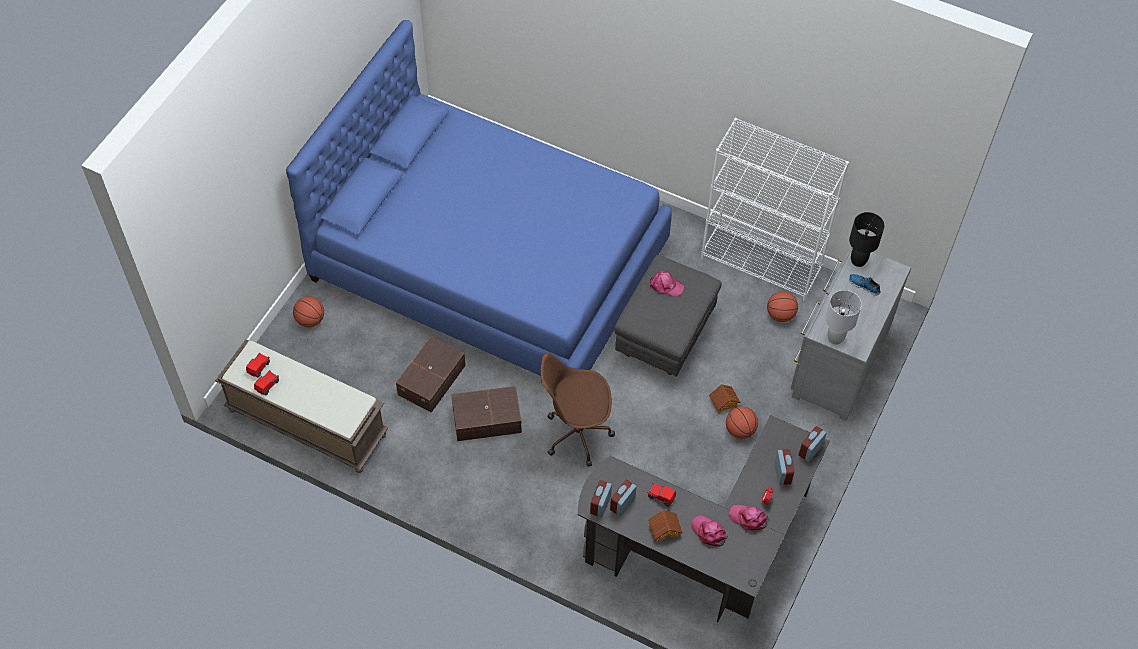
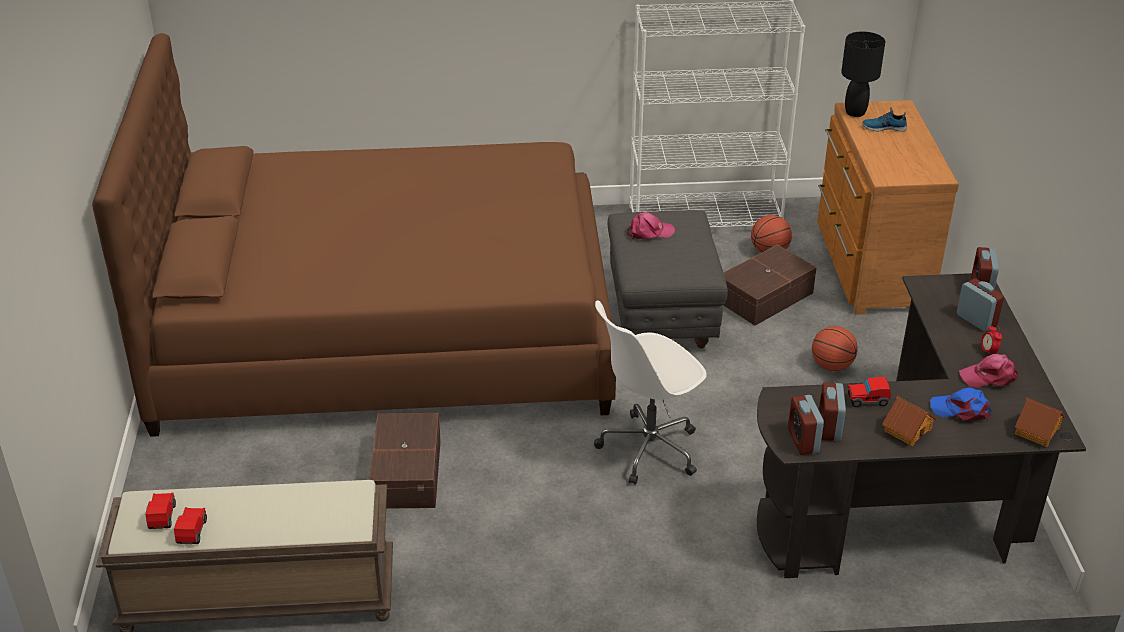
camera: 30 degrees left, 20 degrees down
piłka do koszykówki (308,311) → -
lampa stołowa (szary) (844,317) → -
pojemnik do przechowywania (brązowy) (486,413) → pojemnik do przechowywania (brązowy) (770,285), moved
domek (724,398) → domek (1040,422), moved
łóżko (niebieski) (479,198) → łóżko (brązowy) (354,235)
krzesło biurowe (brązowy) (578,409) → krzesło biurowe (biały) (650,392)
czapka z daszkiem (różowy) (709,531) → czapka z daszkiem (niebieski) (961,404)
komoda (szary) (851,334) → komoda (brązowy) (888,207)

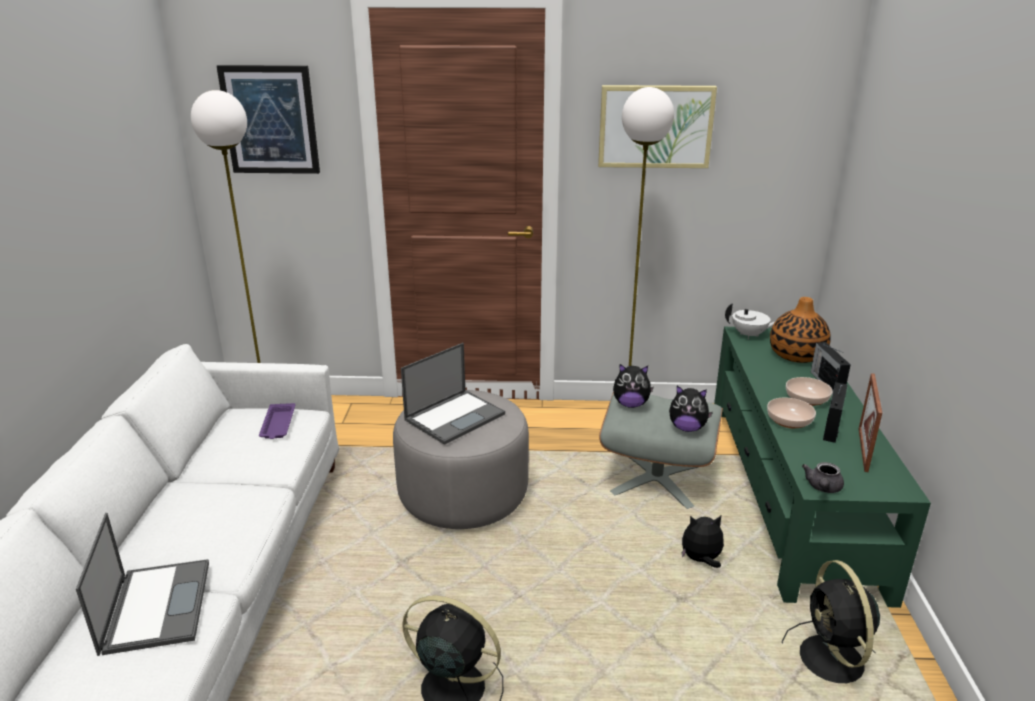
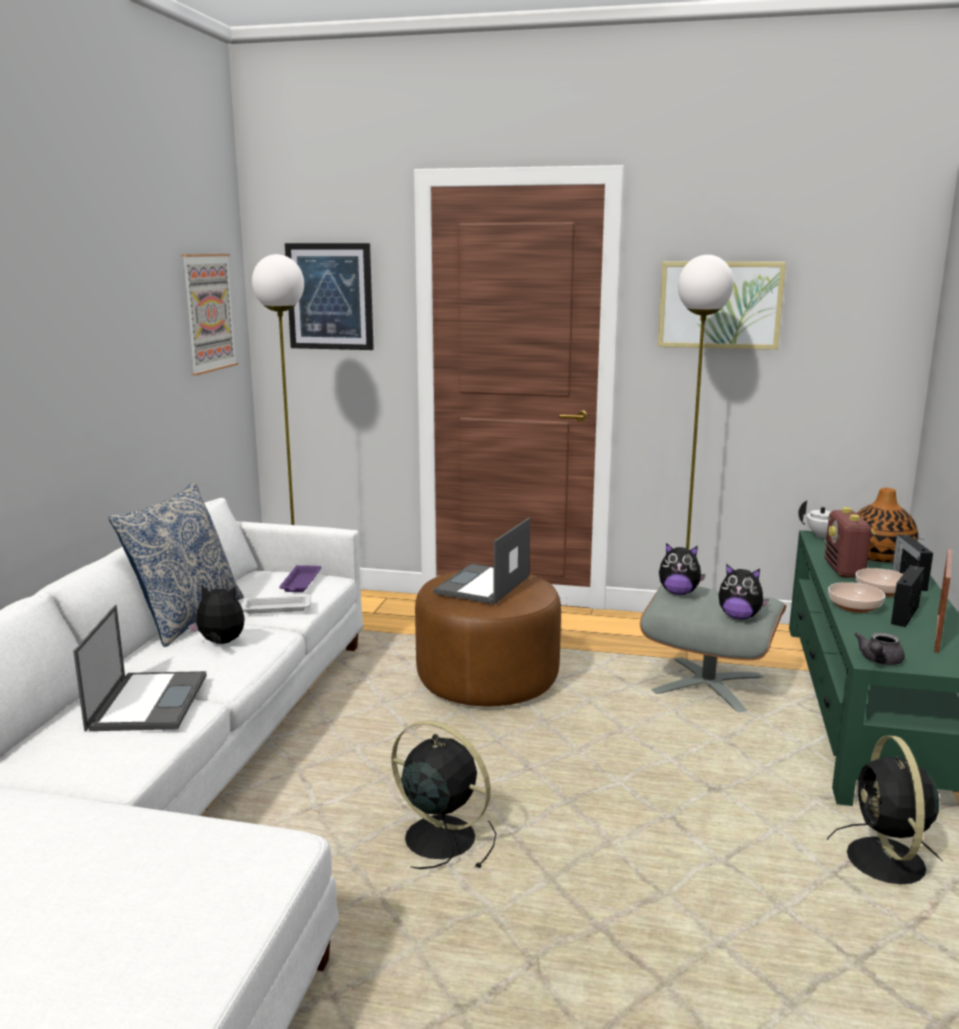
camera: 10 degrees right, 10 degrees down
- → poduszka (176,564)
- → obraz (209,314)
- → taca (biały) (275,604)
- → radio (850,542)
pluszak (703,542) → pluszak (216,614), moved
pufa (szary) (461,459) → pufa (brązowy) (488,638)
laptop (453,394) → laptop (481,561), 150 degrees clockwise

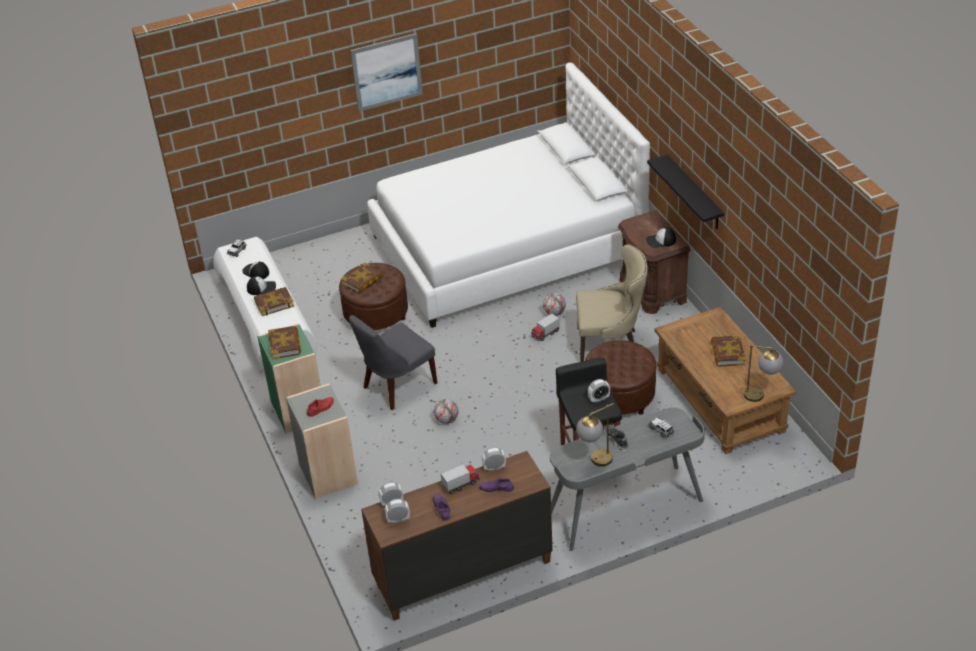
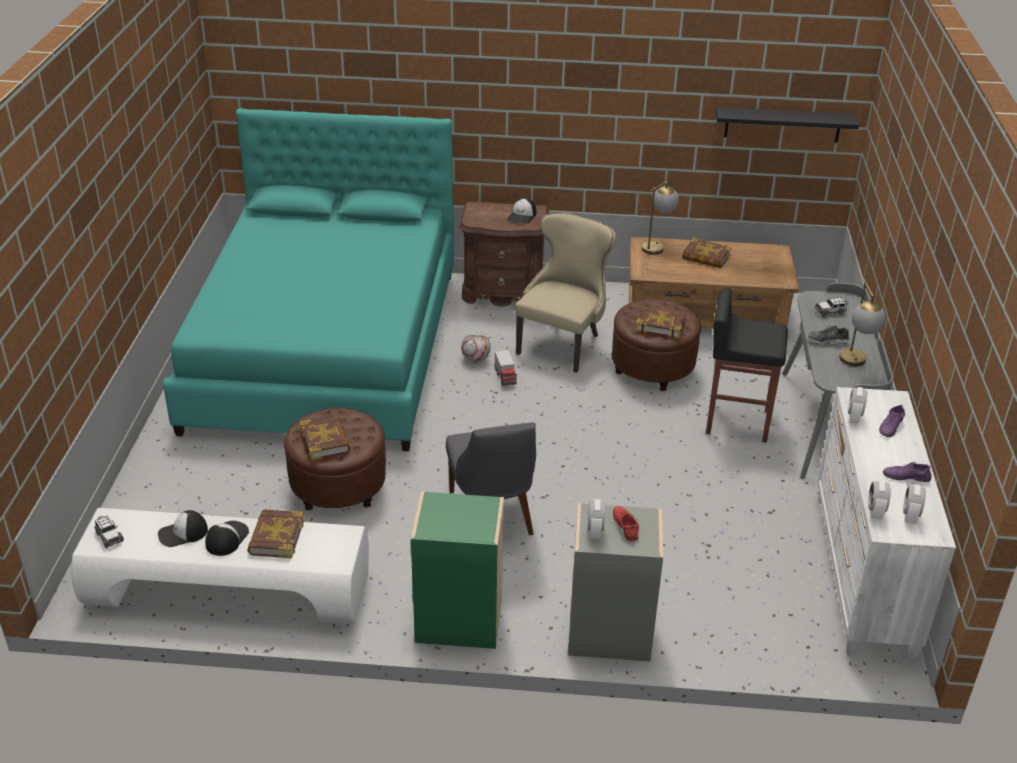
camera: 65 degrees left, 5 degrees down
obraz (386,72) → -
piłka futbolowa (446,411) → -
ciężarówka zabawkowa (460,479) → -
książka (284,343) → książka (661,322), moved
budzik (599,391) → budzik (597,519), moved
półka (czarny) (685,192) → półka (czarny) (787,125), moved
lampa stołowa (763,373) → lampa stołowa (660,218), moved
komoda (brązowy) (457,536) → komoda (biały) (886,524)
łóżko (biały) (508,195) → łóżko (turkusowy) (308,279)

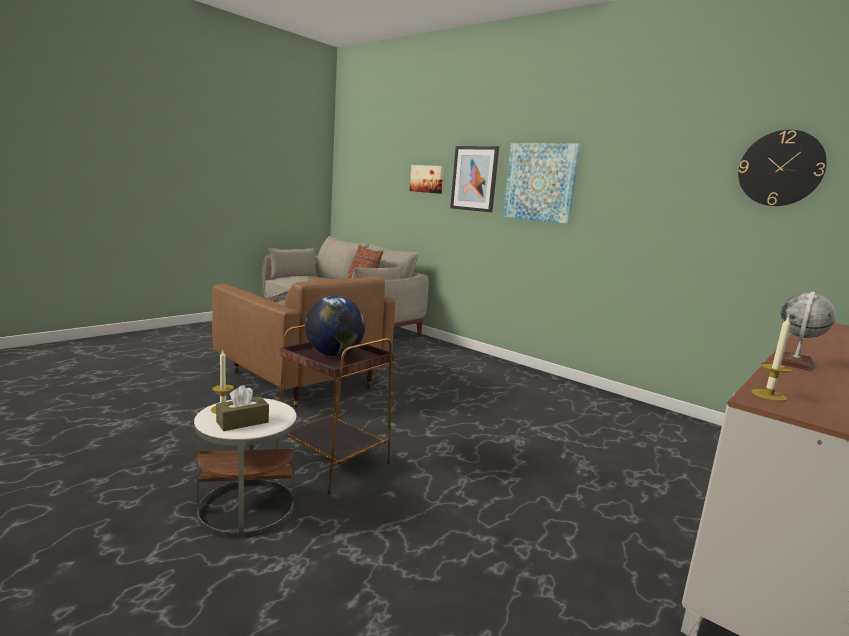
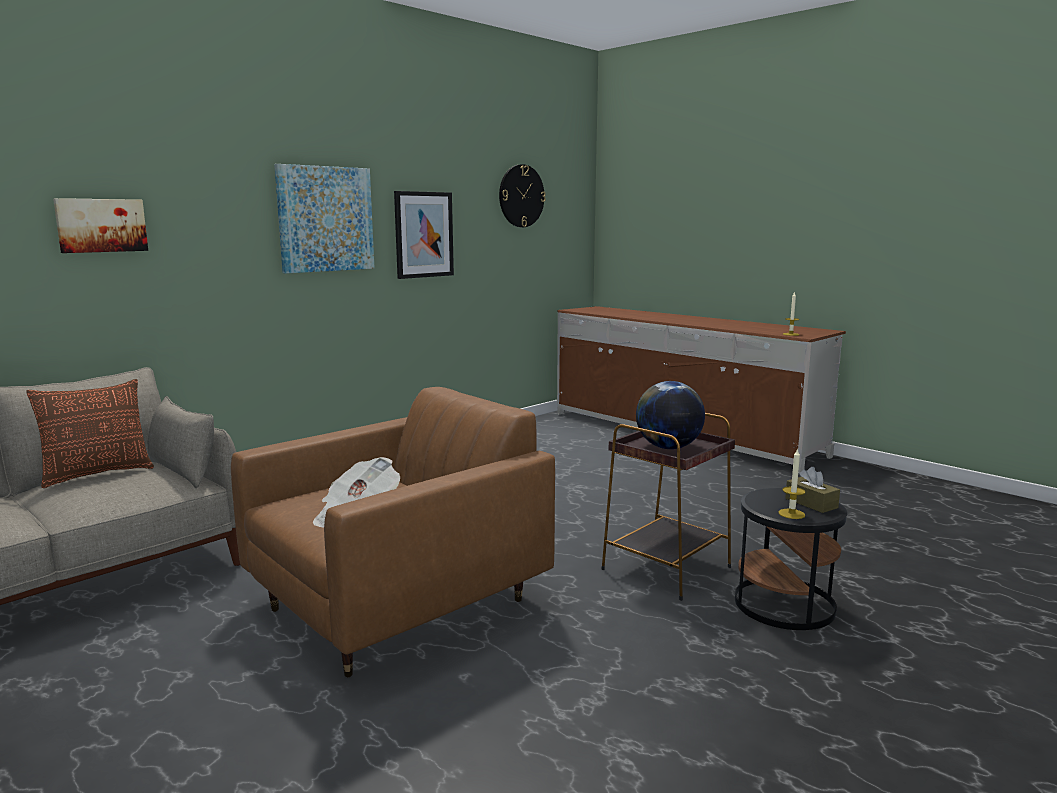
camera: 85 degrees left, 0 degrees up
globus (808,331) → -
obraz (474,179) → obraz (424,235), moved
stolik (biały) (245,468) → stolik (czarny) (791,559)

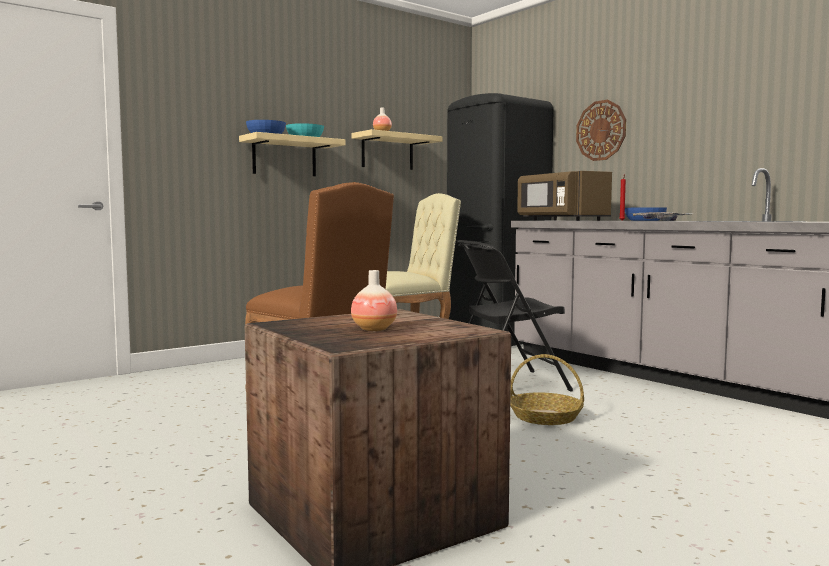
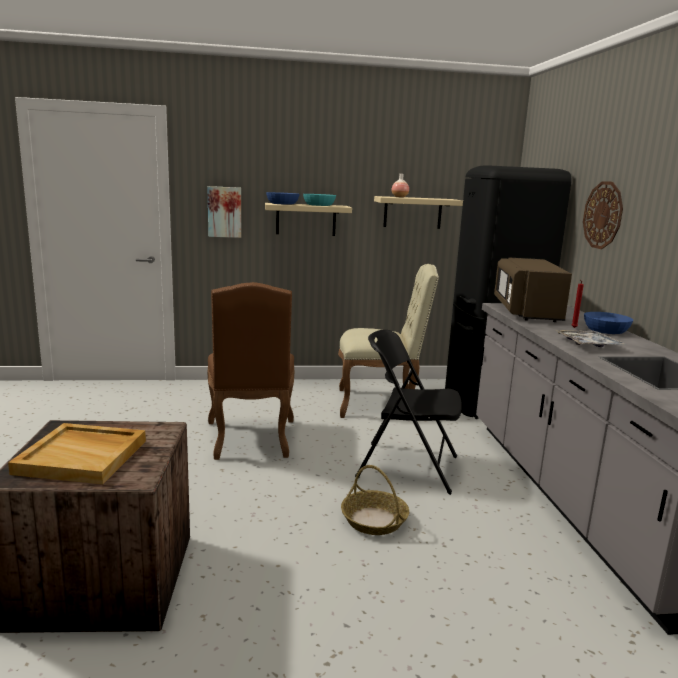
camera: 30 degrees right, 10 degrees up
- → obraz (224,212)
wazon (374,300) → taca (beżowy) (77,453)

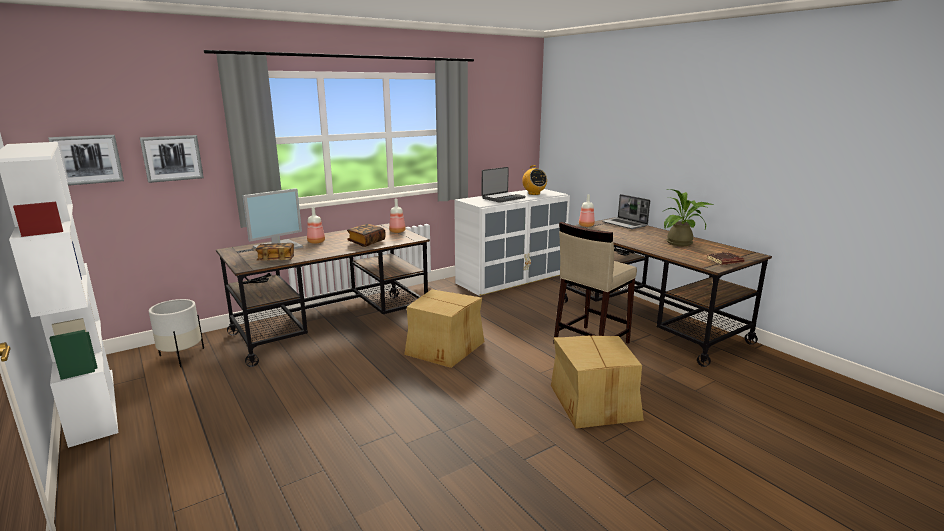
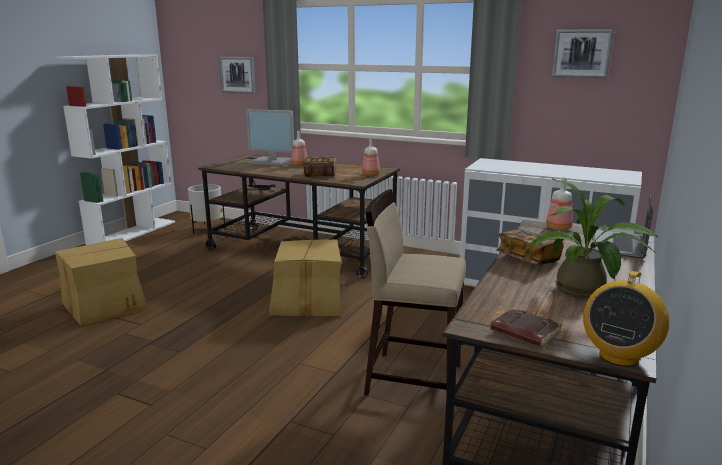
camera: 60 degrees right, 0 degrees up
laptop (503,185) → -
obraz (86,160) → obraz (583,53), moved
książka (275,252) → książka (530,247), moved
radio (534,180) → radio (626,319), moved
karton (597,382) → karton (101,282), moved

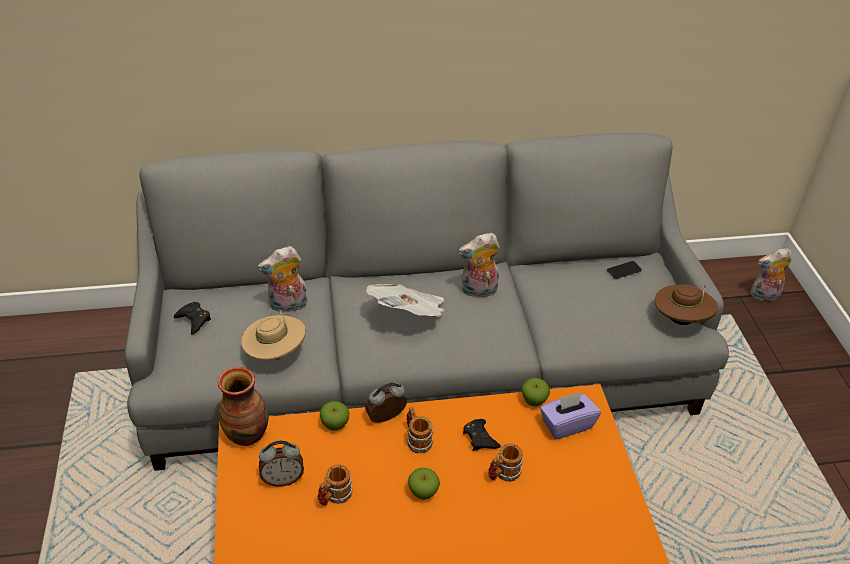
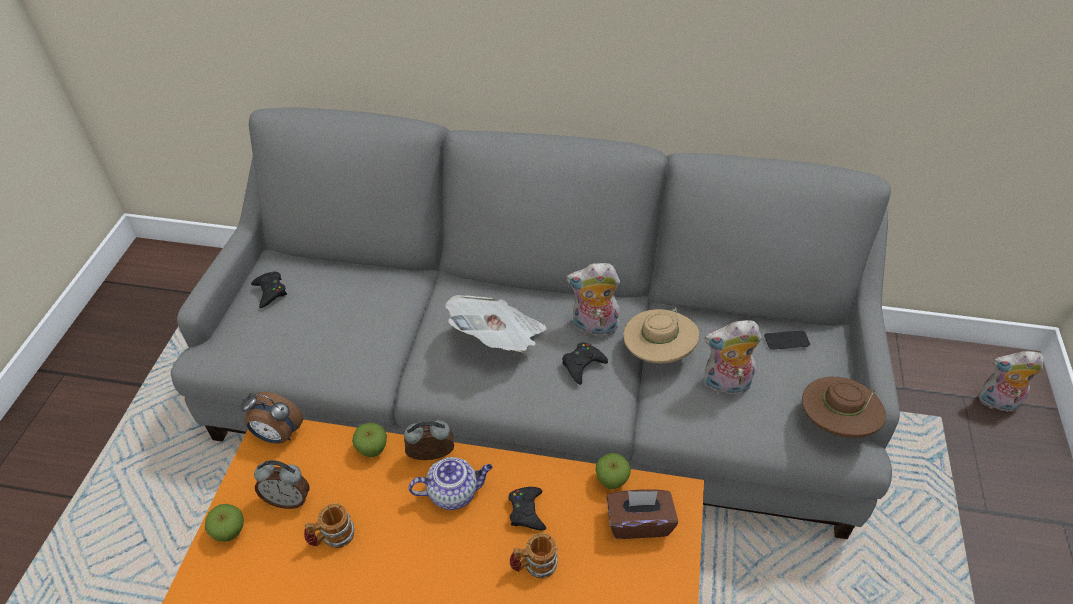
camera: 20 degrees right, 5 degrees up
- → pad do gier (czarny) (585,363)
kapelusz (beżowy) (273,336) → kapelusz (beżowy) (661,335), moved
pluszak (282,279) → pluszak (733,357), moved
jabłko (424,484) → jabłko (224,523), moved
wazon (243,406) → budzik (271,417)
kubek (420,430) → imbryk (450,483)
pudełko chusteczek (fioletowy) (570,415) → pudełko chusteczek (brązowy) (642,514)

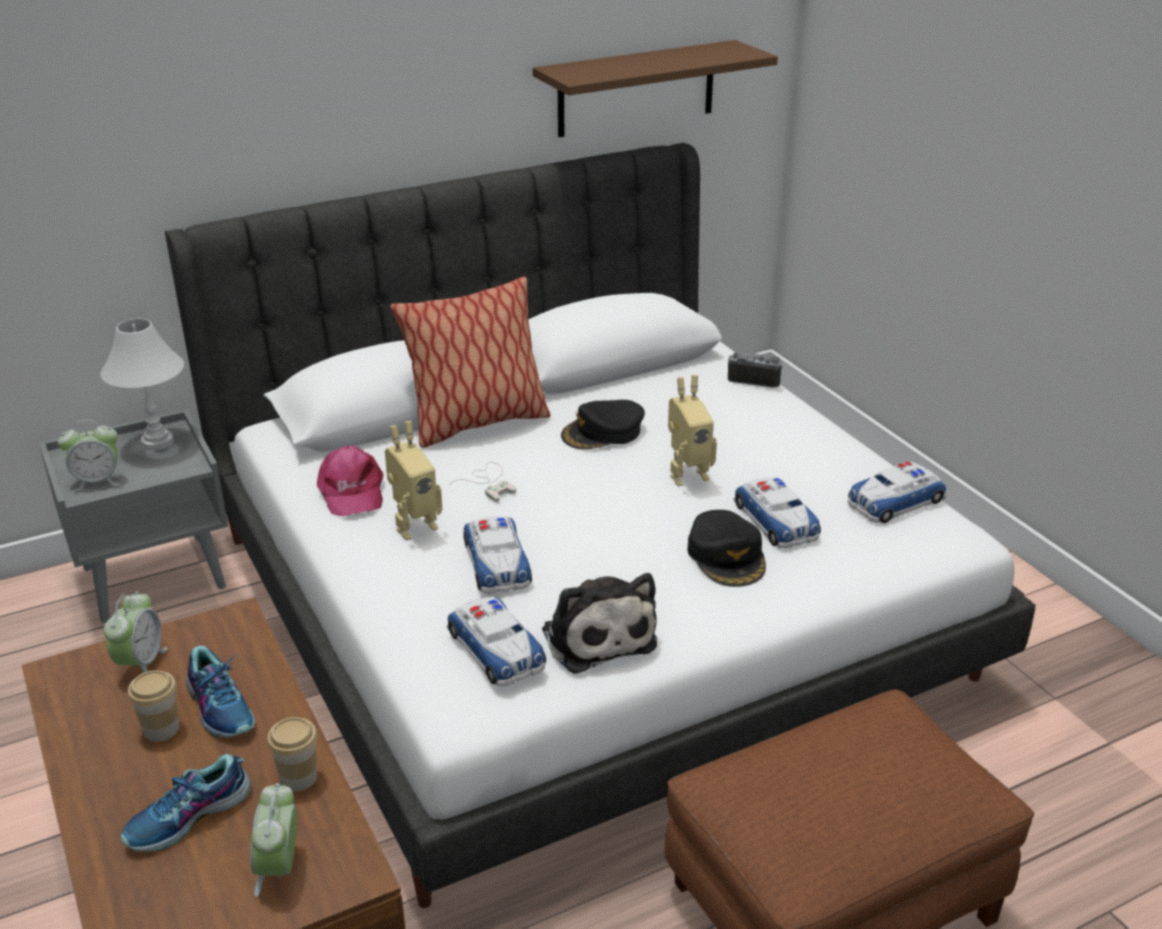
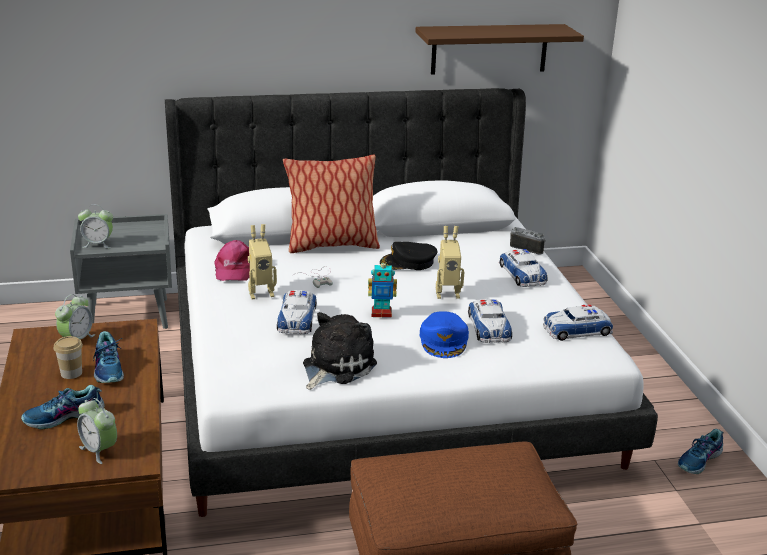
camera: 15 degrees right, 5 degrees down
lampa stołowa (biały) (142,385) → -
filiżanka (292,754) → -
- → robot zabawkowy (382,288)
- → but (701,451)
samochodzik (496,641) → samochodzik (523,268), moved
czapka z daszkiem (czarny) (727,548) → czapka z daszkiem (niebieski) (444,334)
budzik (273,839) → budzik (97,431), 60 degrees counterclockwise
pluszak (599,623) → pluszak (340,351), 135 degrees counterclockwise

